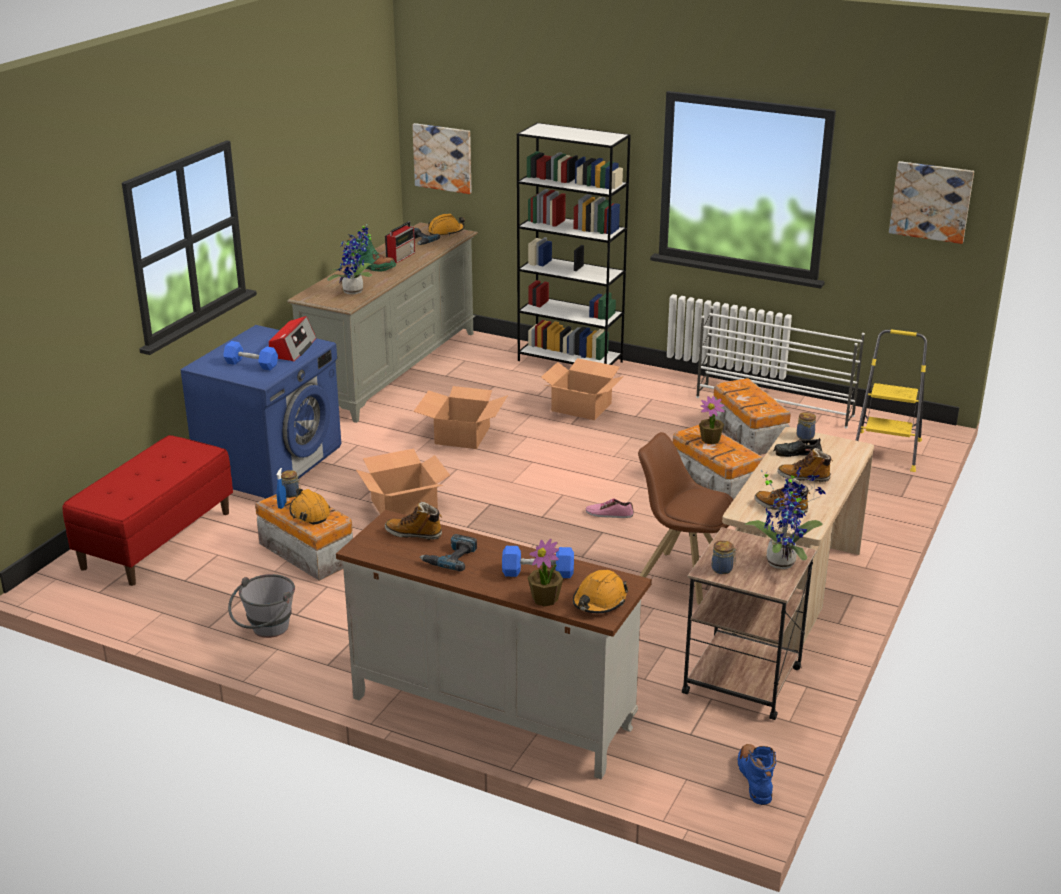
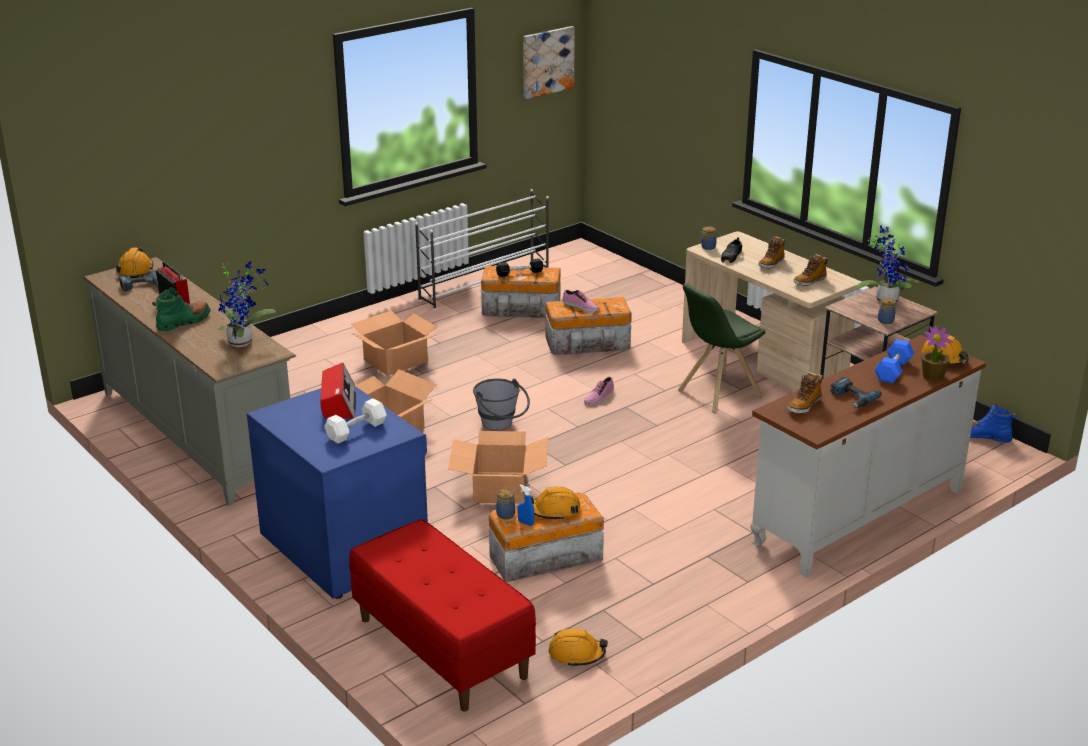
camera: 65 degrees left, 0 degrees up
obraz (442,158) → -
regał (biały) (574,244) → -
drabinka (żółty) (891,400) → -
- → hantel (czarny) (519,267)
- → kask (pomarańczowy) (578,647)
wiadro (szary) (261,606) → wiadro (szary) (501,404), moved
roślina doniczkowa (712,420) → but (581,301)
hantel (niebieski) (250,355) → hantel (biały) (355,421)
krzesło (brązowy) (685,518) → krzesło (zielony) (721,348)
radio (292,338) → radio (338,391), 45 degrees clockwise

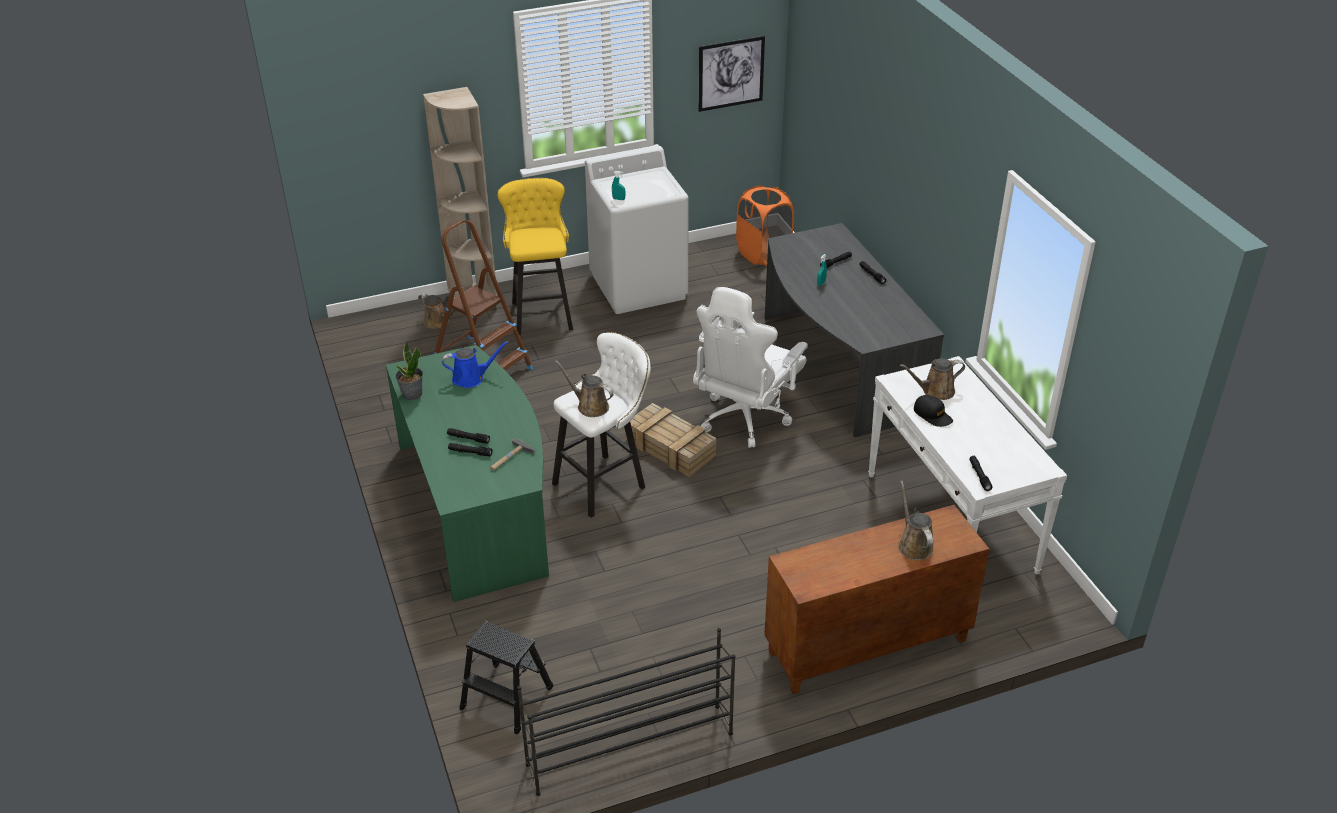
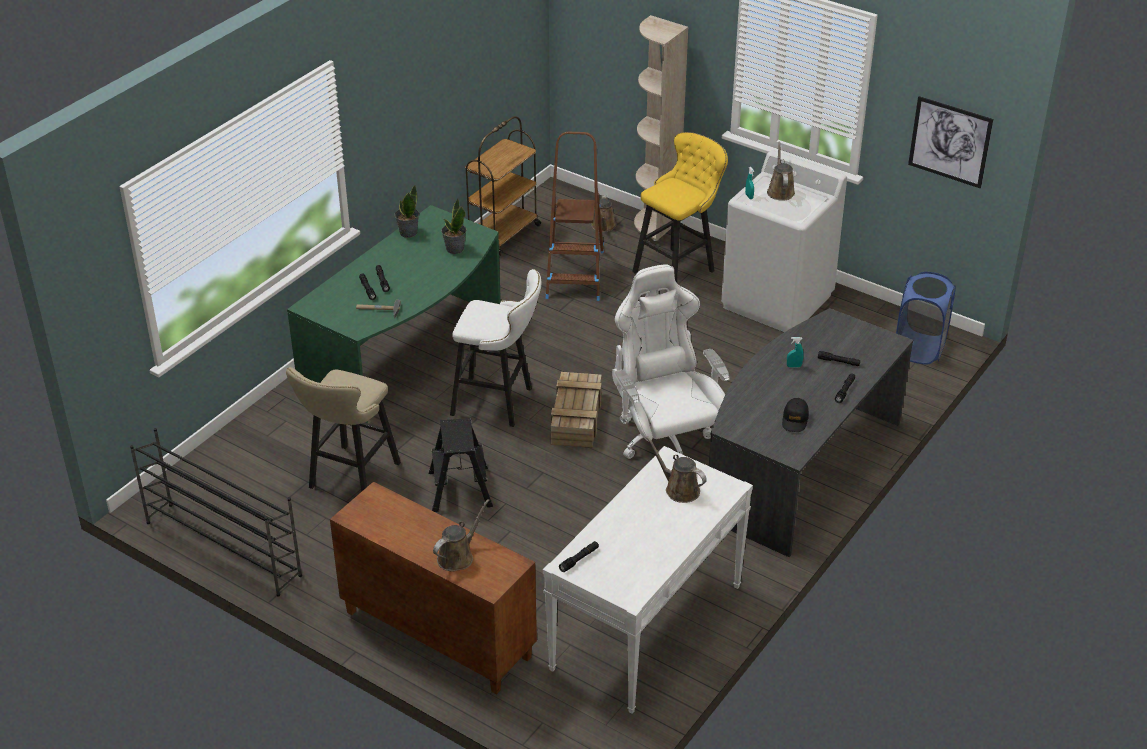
camera: 55 degrees right, 0 degrees up
- → stołek (beżowy) (343,429)
- → wózek (brązowy) (503,186)
drabinka (czarny) (506,677) → drabinka (czarny) (460,465), moved
konewka (brązowy) (584,388) → konewka (brązowy) (781,171), moved
czapka z daszkiem (czarny) (933,411) → czapka z daszkiem (czarny) (795,415), moved
konewka (niebieski) (475,364) → roślina doniczkowa (453,226)
kosz na pranie (pomarańczowy) (765,225) → kosz na pranie (niebieski) (925,318)
krzesło biurowe (biały) (750,367) → krzesło biurowe (biały) (671,361), 75 degrees clockwise

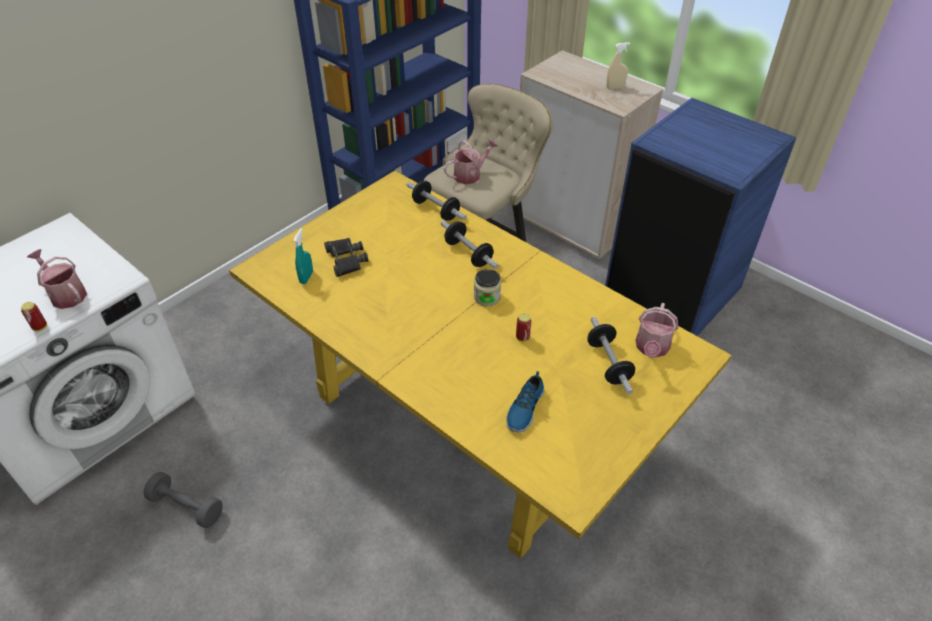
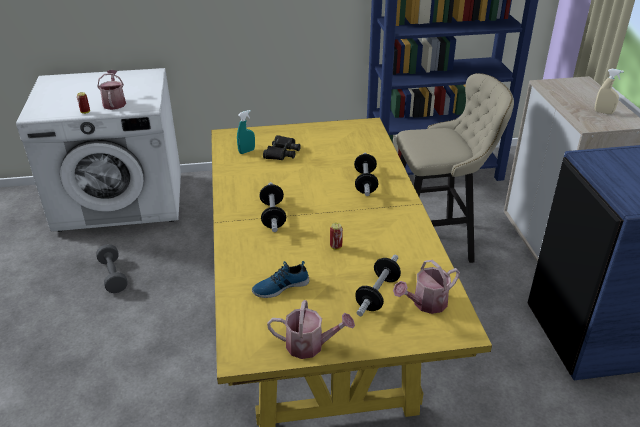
camera: 40 degrees right, 10 degrees down
słoik (487,288) → -
hantel (436,201) → hantel (272,207), moved
konewka (471,161) → konewka (311,329), moved

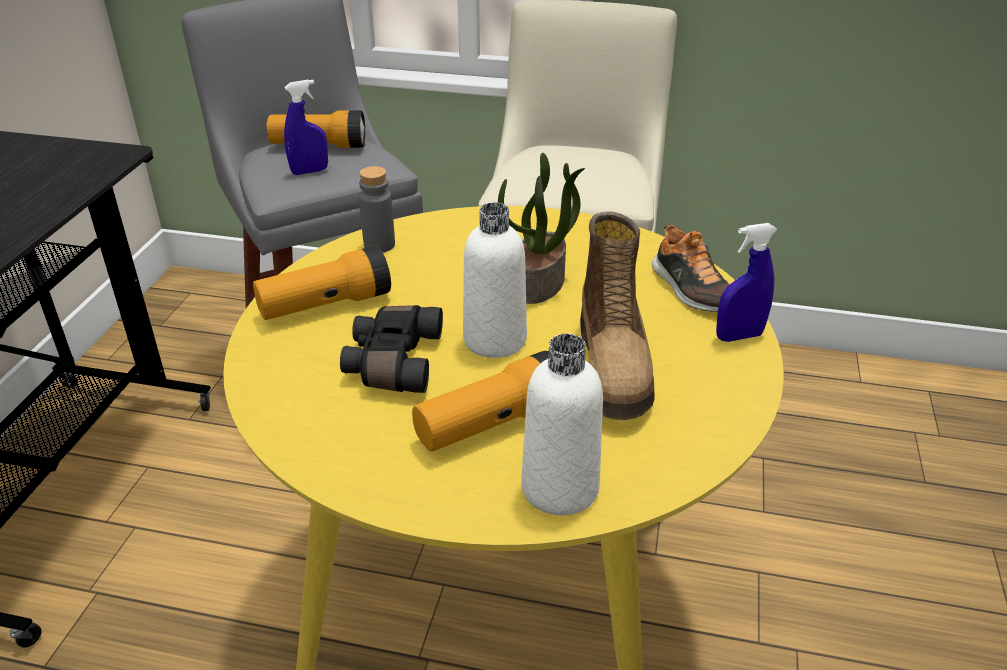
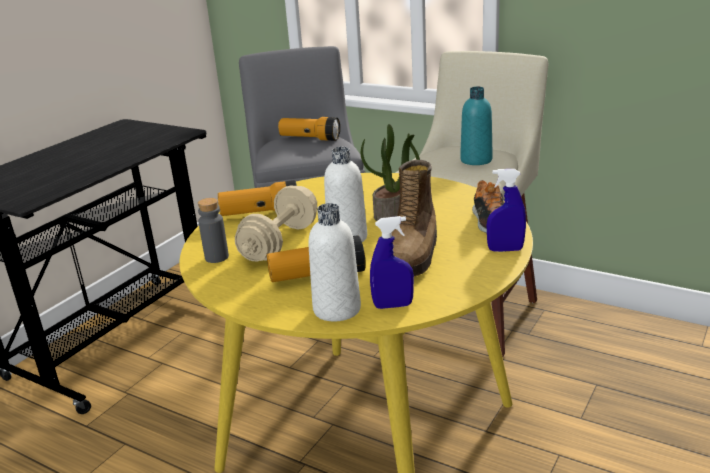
camera: 20 degrees right, 10 degrees down
- → butelka (turkusowy) (476,126)
spryskiwacz (niebieski) (306,127) → spryskiwacz (niebieski) (392,262), moved
butelka (szary) (377,209) → butelka (szary) (213,230), moved
lornetka (czarny) (391,349) → hantel (beżowy) (276,223)

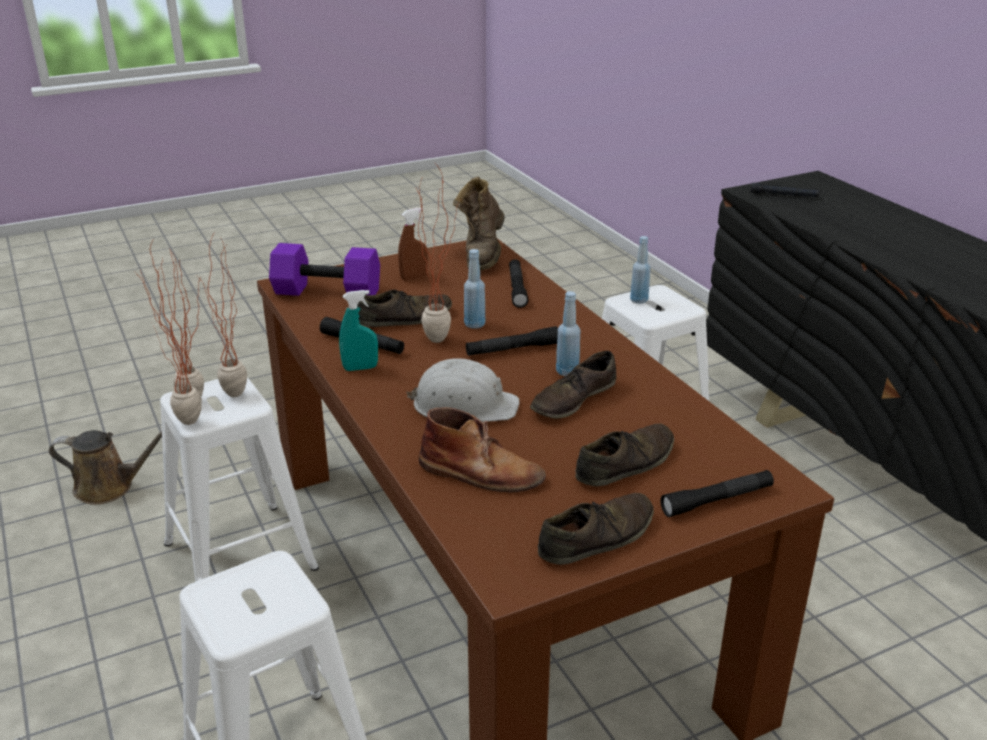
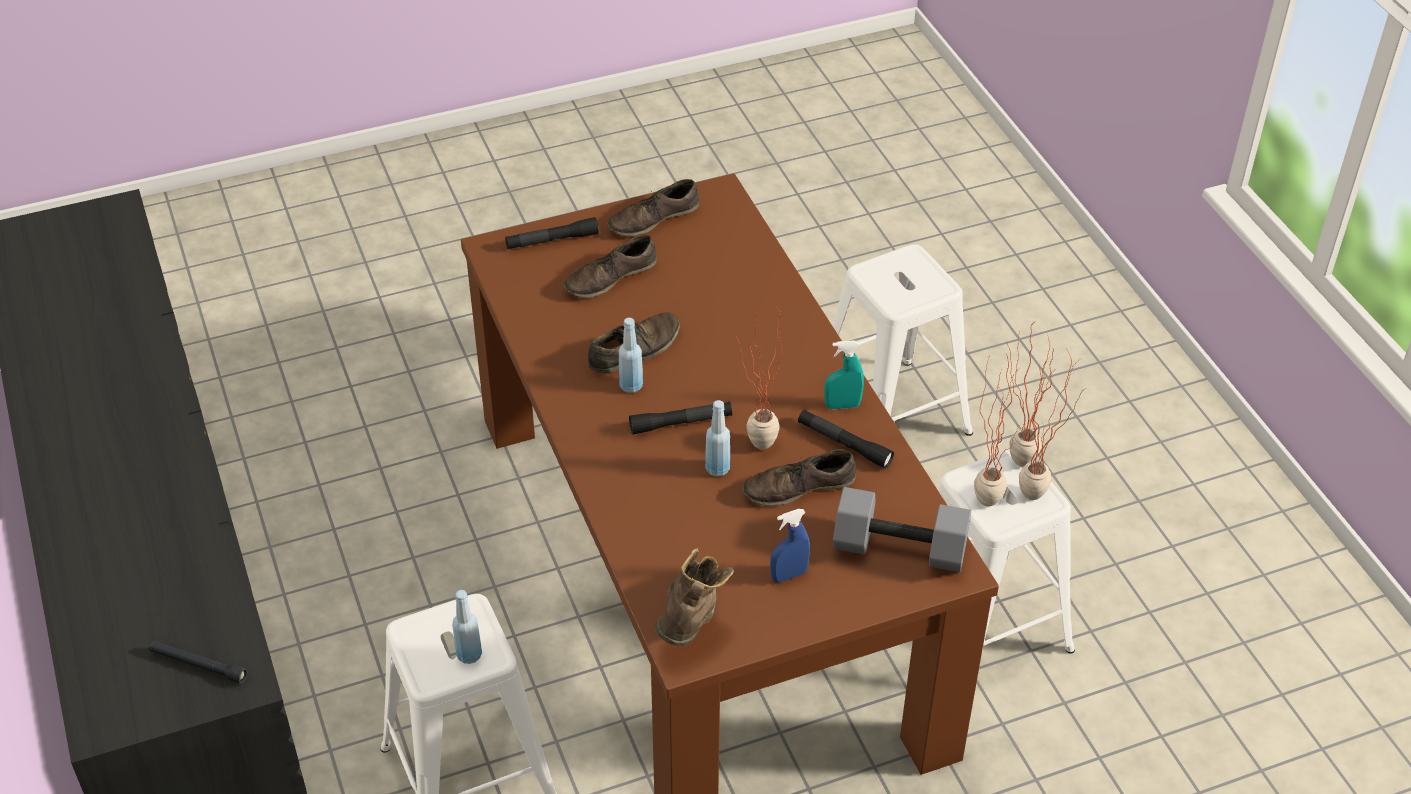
camera: 175 degrees left, 15 degrees up
konewka (brązowy) (105,467) → -
kask (biały) (463,390) → -
but z cholewką (brązowy) (482,450) → -
latarka (czarny) (518,283) → -
hantel (fioletowy) (324,269) → hantel (szary) (902,529)
spryskiwacz (brązowy) (413,244) → spryskiwacz (niebieski) (790,545)

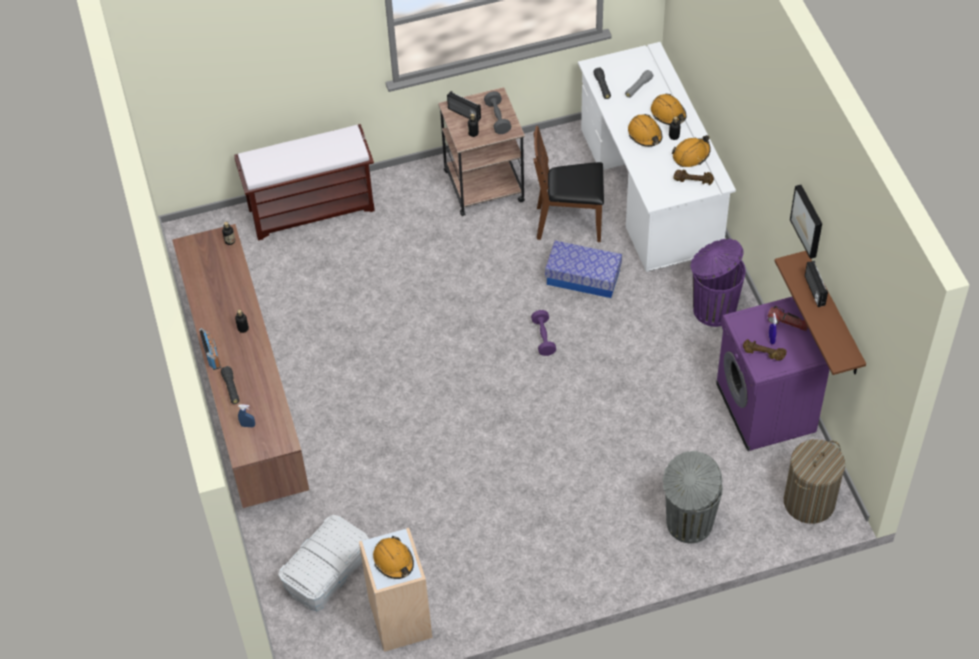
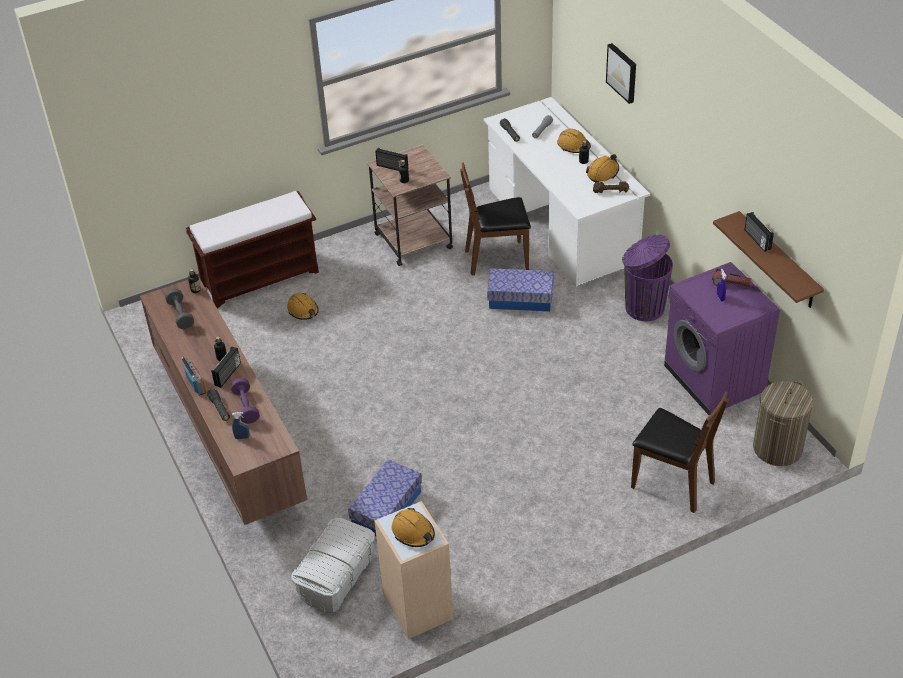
camera: 10 degrees left, 10 degrees down
hantel (brązowy) (765,350) → -
- → radio (226,367)
- → pojemnik do przechowywania (385,498)
hantel (szary) (497,112) → hantel (szary) (179,309), moved
hantel (fioletowy) (543,333) → hantel (fioletowy) (245,401), moved
kask (pomarańczowy) (645,130) → kask (pomarańczowy) (303,306), moved
obraz (806,221) → obraz (621,73), moved
kosz na śmieci (szary) (693,497) → krzesło (brązowy) (680,452)

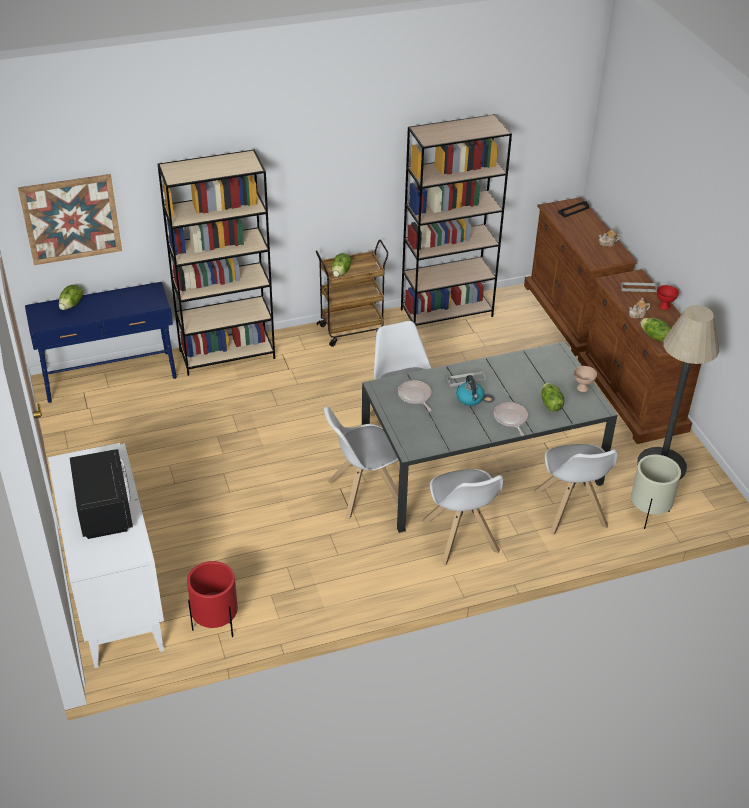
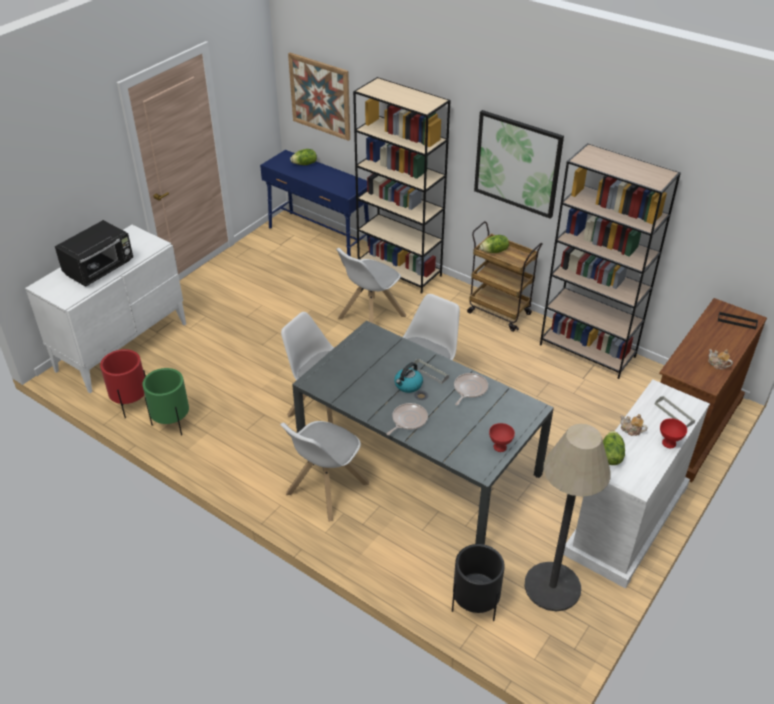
camera: 55 degrees right, 0 degrees up
sałata (552,397) → -
- → donica (zielony) (165,402)
- → obraz (519,164)
patelnia (415,395) → patelnia (471,389), moved
krzesło (576,489) → krzesło (371,285), moved
miska (beżowy) (585,379) → miska (czerwony) (502,437)
komoda (brązowy) (639,356) → komoda (biały) (636,484)
donica (beżowy) (656,492) → donica (czarny) (478,582)

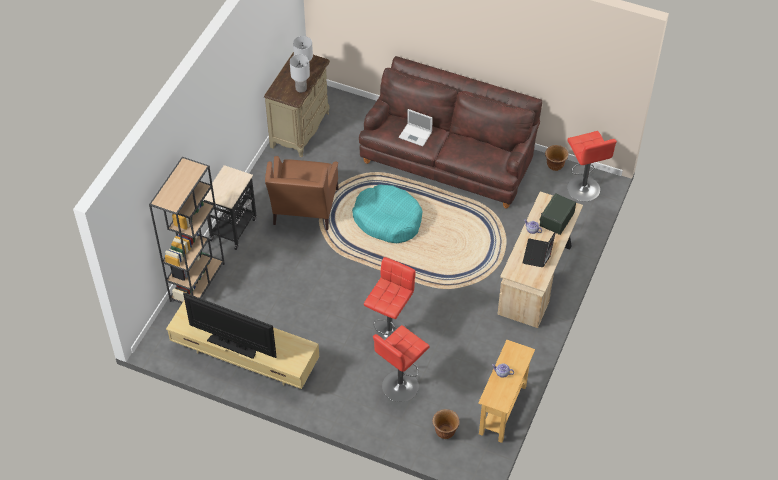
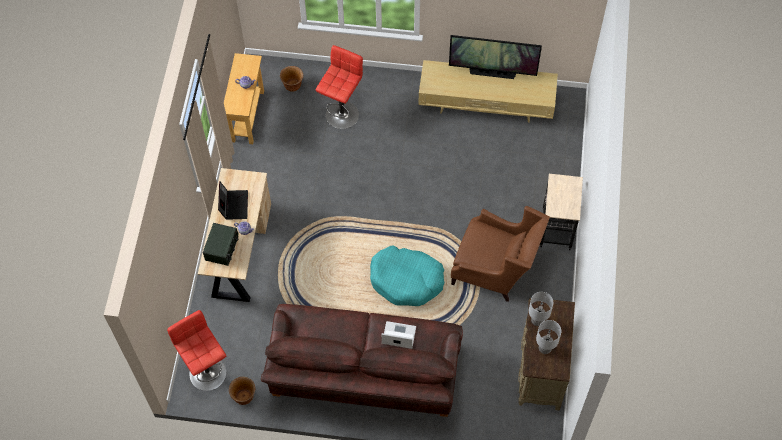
camera: 165 degrees right, 10 degrees up
regał (187,230) → -
stołek (czerwony) (390,298) → -
fotel (brązowy) (302,193) → fotel (brązowy) (500,254), 120 degrees clockwise

